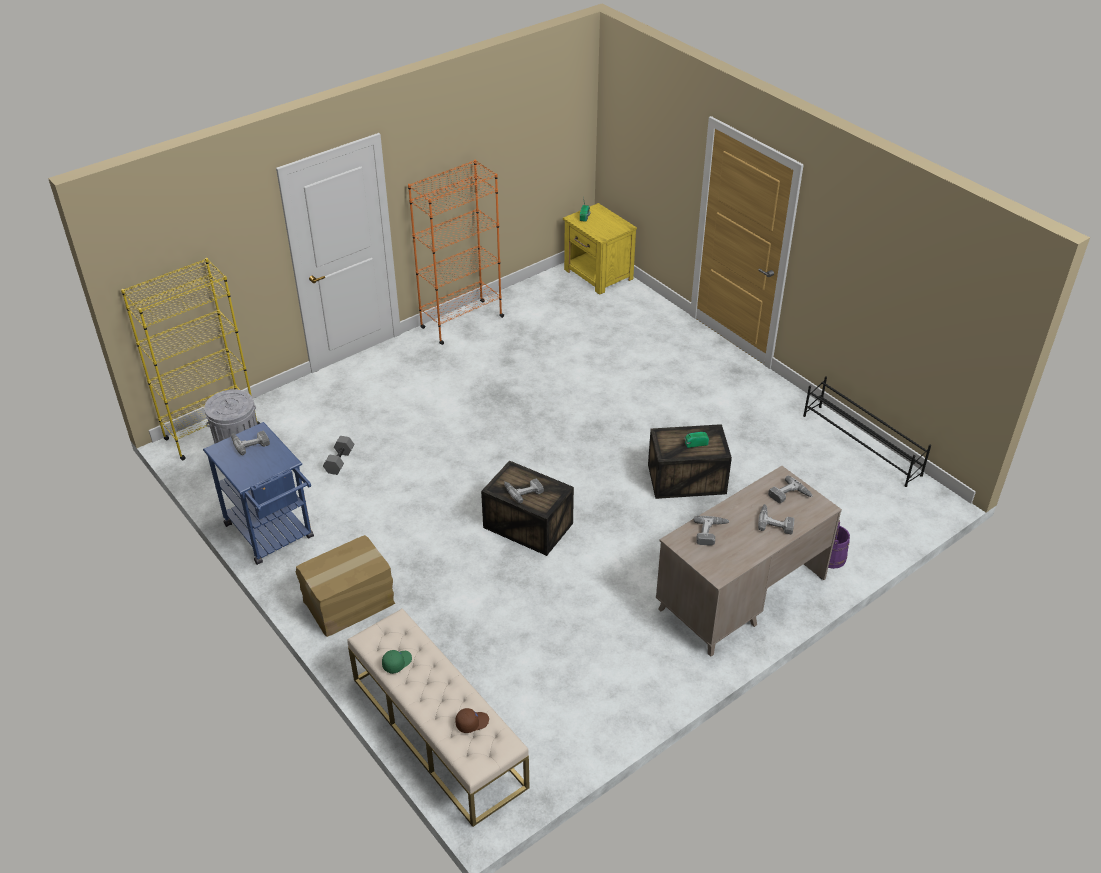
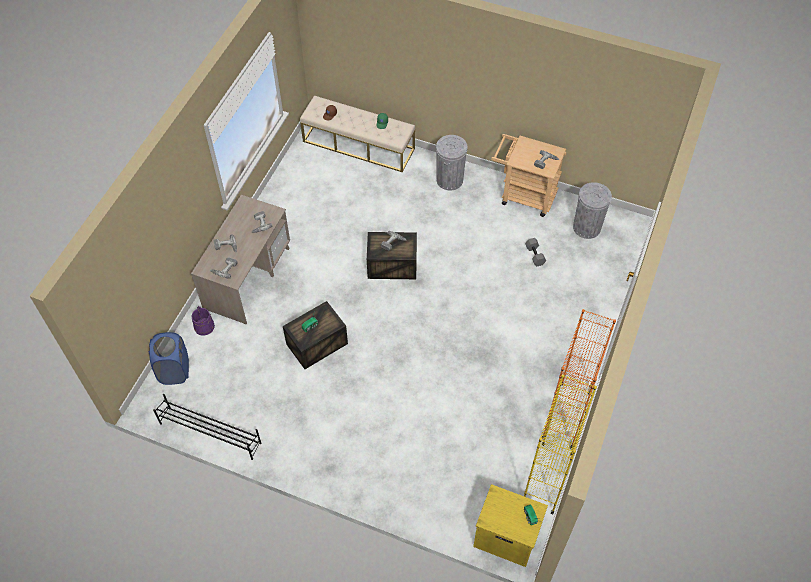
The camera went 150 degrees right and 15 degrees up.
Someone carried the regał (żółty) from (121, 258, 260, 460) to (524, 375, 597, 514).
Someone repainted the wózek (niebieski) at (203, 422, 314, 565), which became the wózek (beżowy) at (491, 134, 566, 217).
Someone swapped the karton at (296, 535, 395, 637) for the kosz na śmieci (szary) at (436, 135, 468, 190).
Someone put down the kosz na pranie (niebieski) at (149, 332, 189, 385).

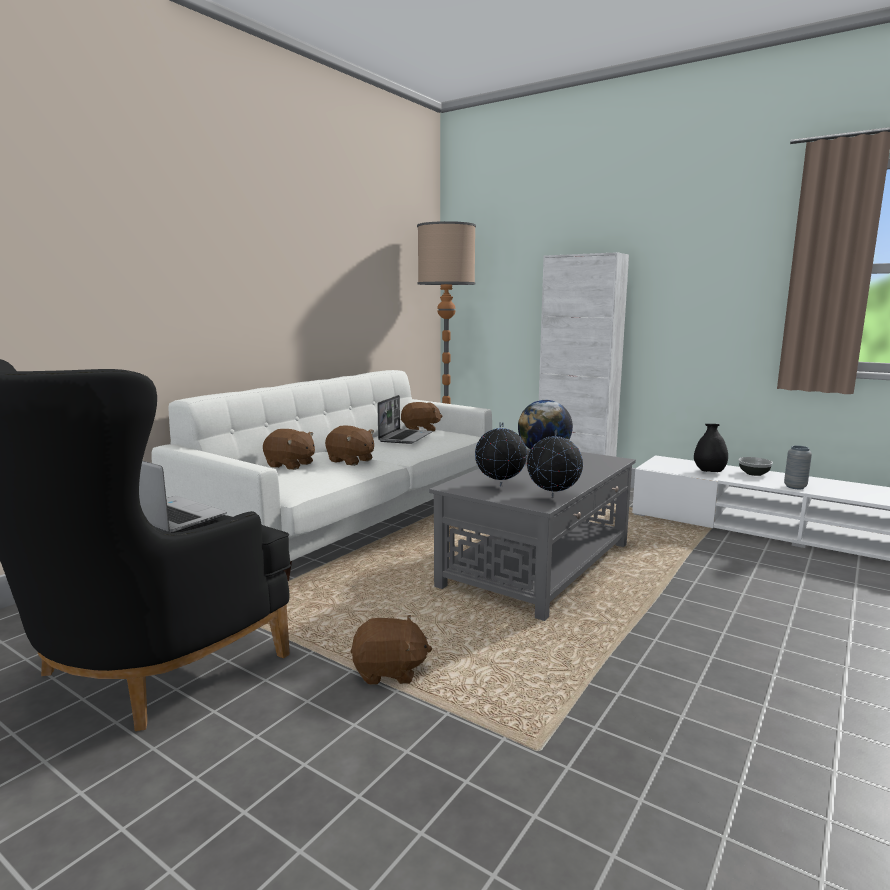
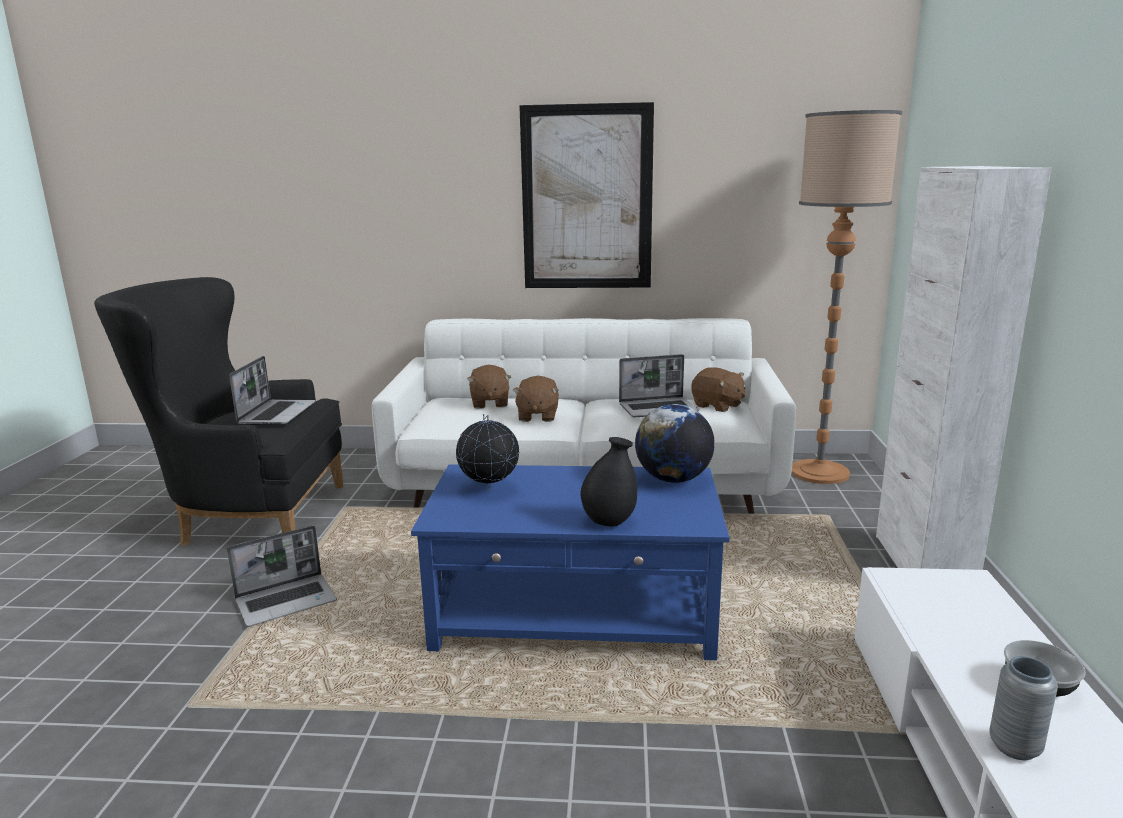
The camera went 60 degrees right and 5 degrees up.
Someone carried the wazon (czarny) from (694, 424, 728, 472) to (580, 437, 637, 526).
Someone took away the globus at (527, 430, 583, 498).
Someone repainted the ława (szary) at (429, 448, 636, 621), which became the ława (niebieski) at (411, 464, 730, 660).
Someone swapped the pluszak (brązowy) at (350, 615, 432, 685) for the laptop at (227, 525, 337, 627).
Someone put up the obraz at (519, 102, 654, 288).

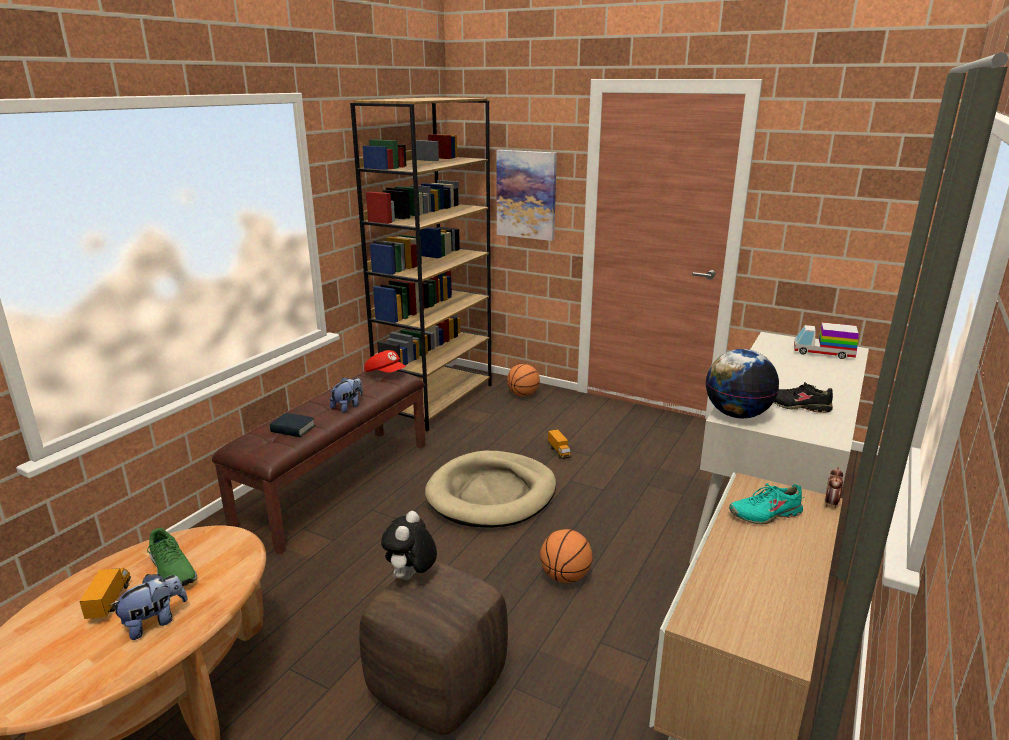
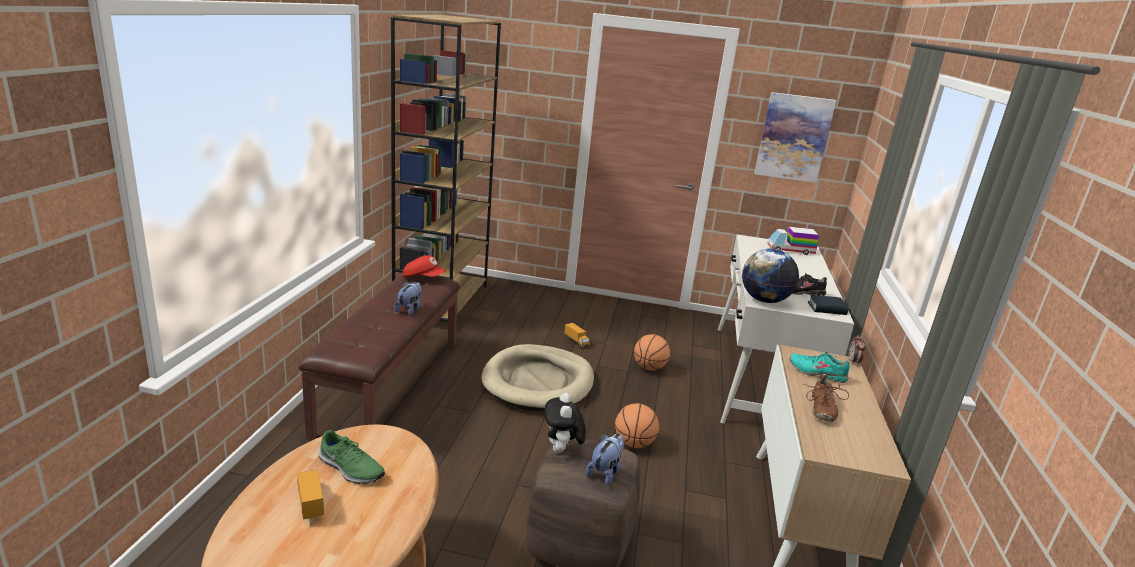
The camera went 20 degrees left and 0 degrees up.
Someone carried the obraz from (496, 150, 557, 241) to (754, 92, 836, 183).
Someone carried the piłka do koszykówki from (507, 364, 540, 396) to (634, 334, 670, 370).
Someone carried the książka from (269, 413, 315, 437) to (808, 295, 849, 315).
Someone rotated the but (turkusowy) at (729, 483, 805, 524) by 60 degrees clockwise.
Someone carried the pluszak from (109, 574, 187, 640) to (586, 433, 624, 485).
Someone put down the but (brązowy) at (803, 374, 849, 422).

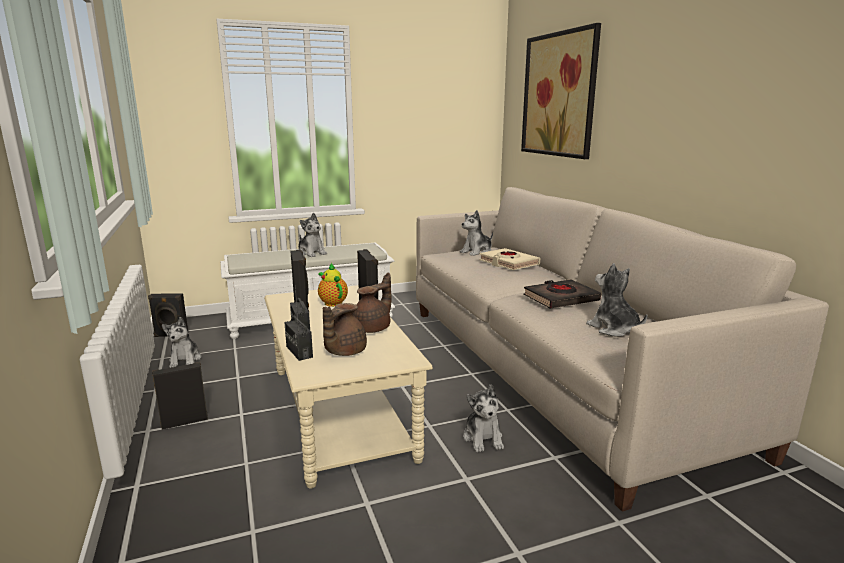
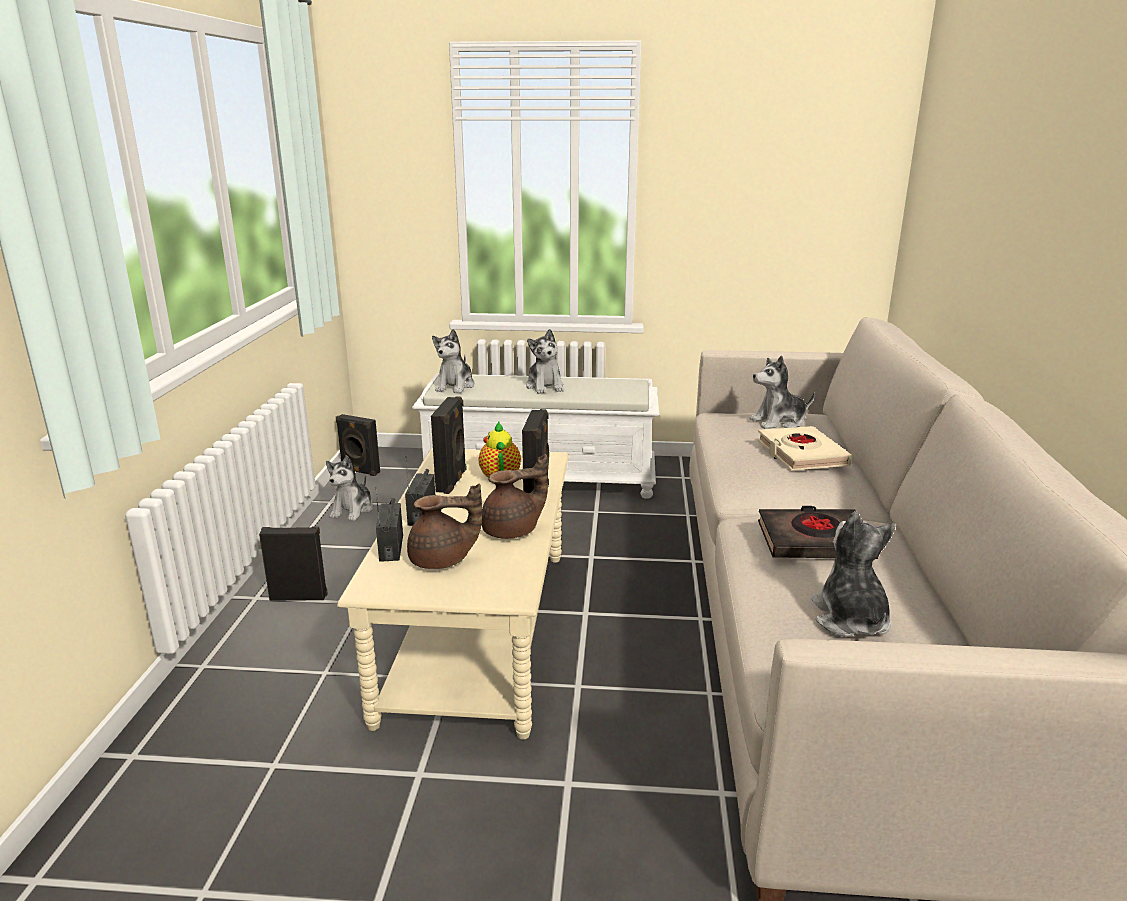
The camera went 25 degrees right and 5 degrees up.
Someone took away the obraz at (521, 23, 601, 159).
Someone rotated the imbryk (brązowy) at (323, 303, 367, 356) by 150 degrees counterclockwise.
Someone carried the pluszak from (463, 385, 504, 452) to (432, 329, 475, 393).

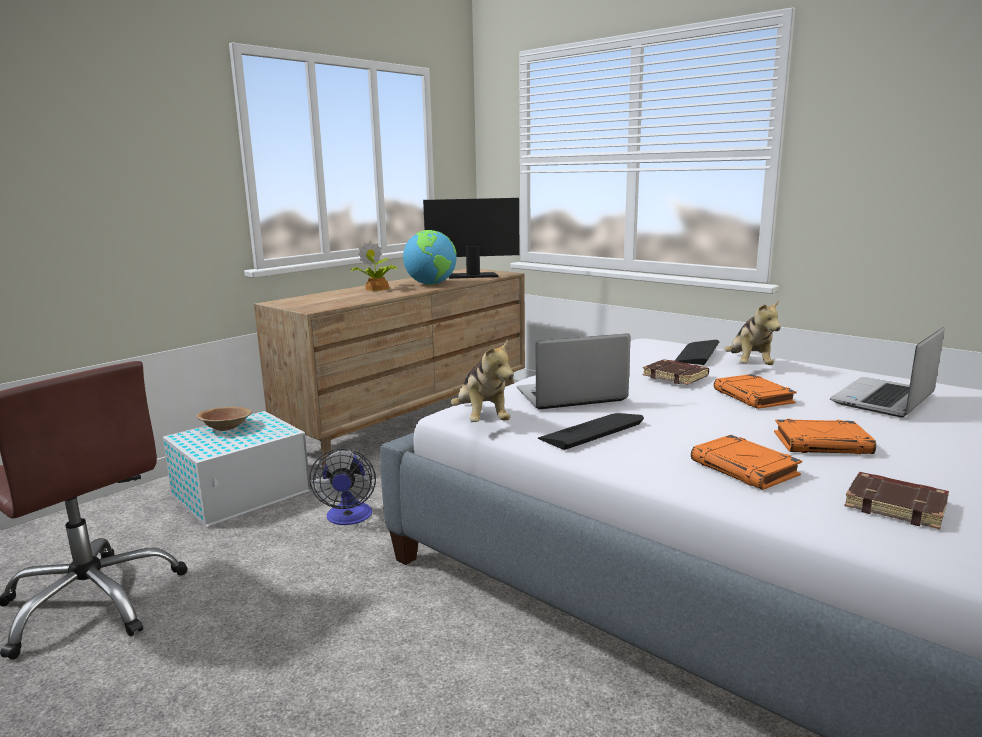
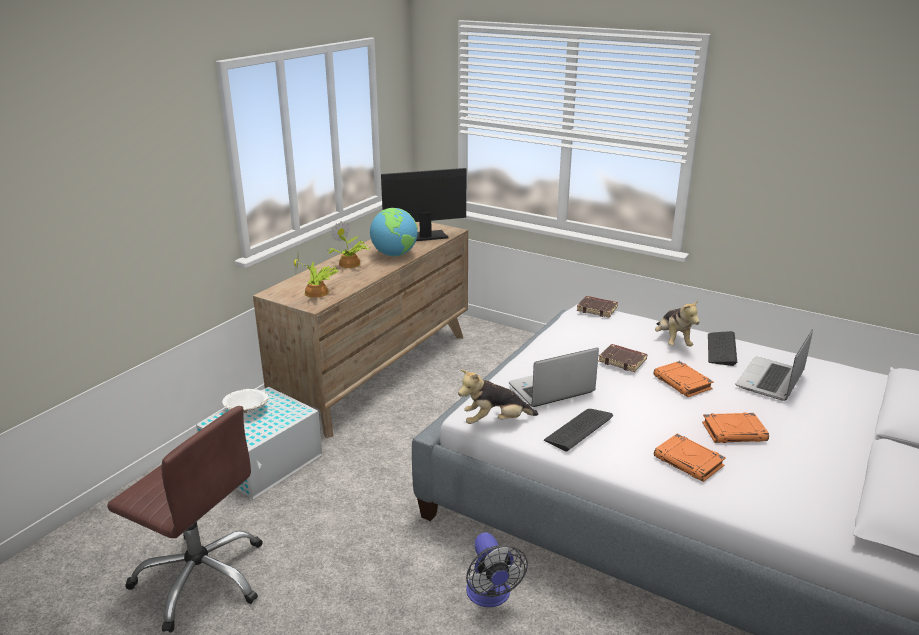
The camera went 10 degrees left and 10 degrees up.
Someone rotated the pluszak at (451, 339, 514, 422) by 105 degrees clockwise.
Someone carried the klawiatura from (675, 340, 719, 365) to (708, 331, 737, 366).
Someone repainted the miska (brązowy) at (196, 406, 252, 431), which became the miska (biały) at (222, 389, 269, 414).
Someone carried the wentylator from (309, 449, 376, 525) to (466, 532, 528, 607).
Someone carried the książka (brązowy) from (844, 472, 949, 529) to (577, 296, 618, 317).
Someone put down the roślina doniczkowa at (294, 253, 338, 298).

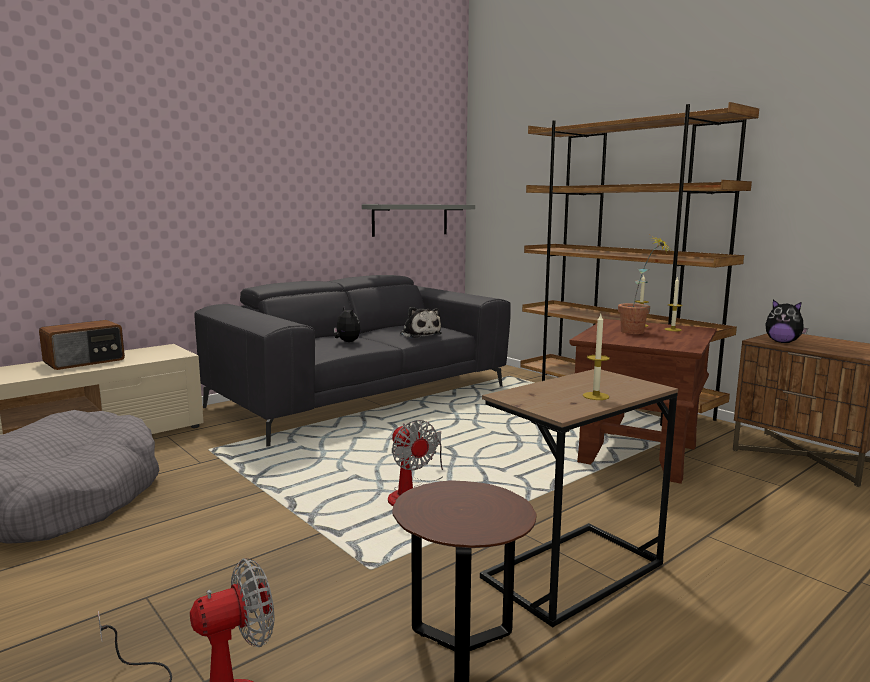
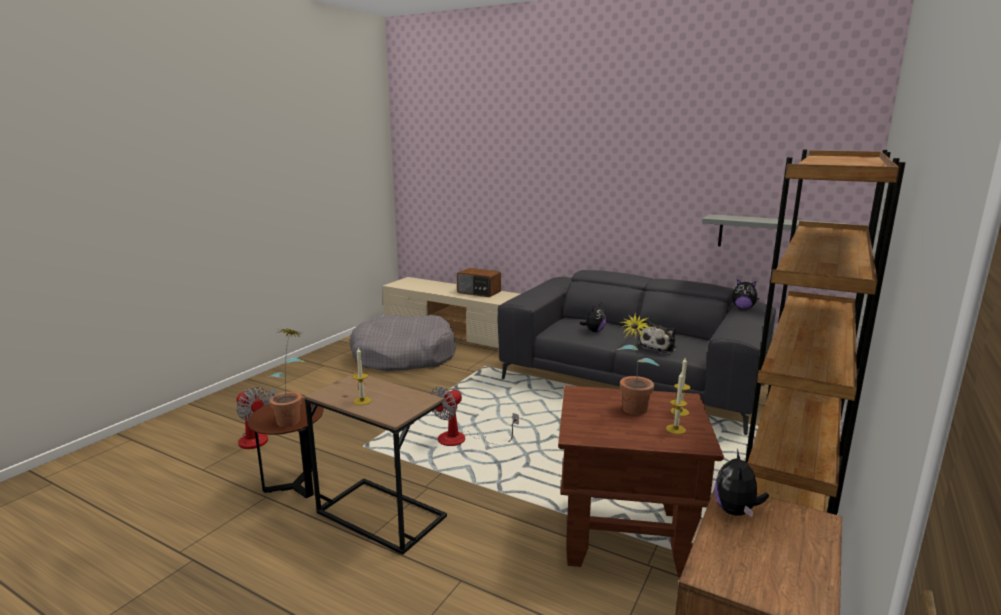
The camera went 70 degrees right and 5 degrees up.
Someone put down the pluszak at (732, 279, 759, 309).
Someone put down the roślina doniczkowa at (267, 329, 305, 427).

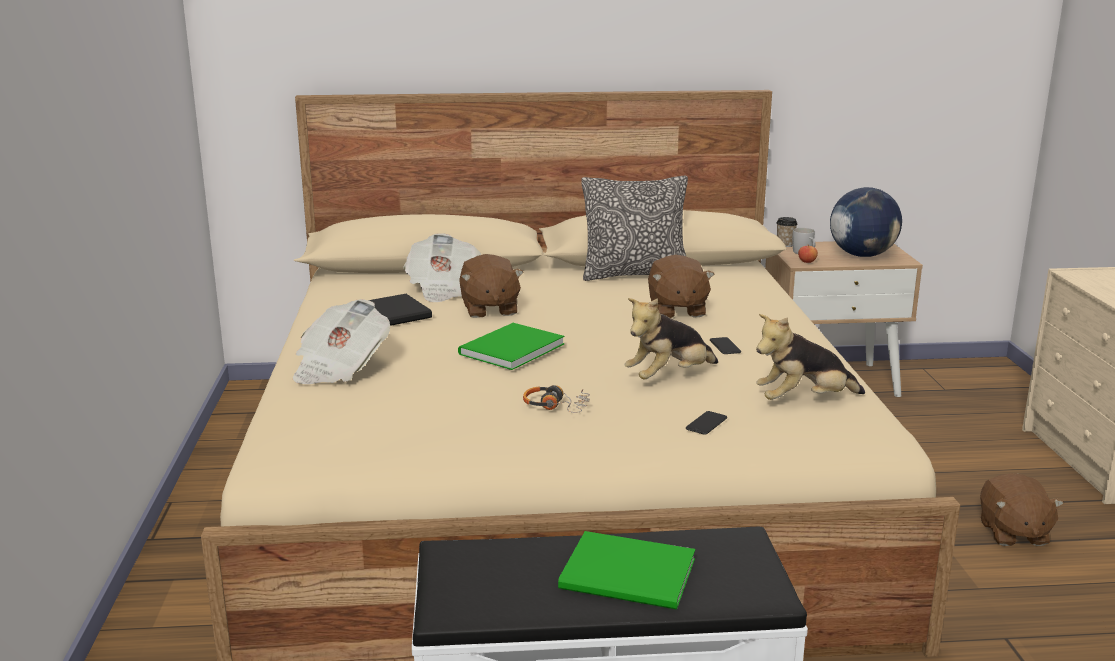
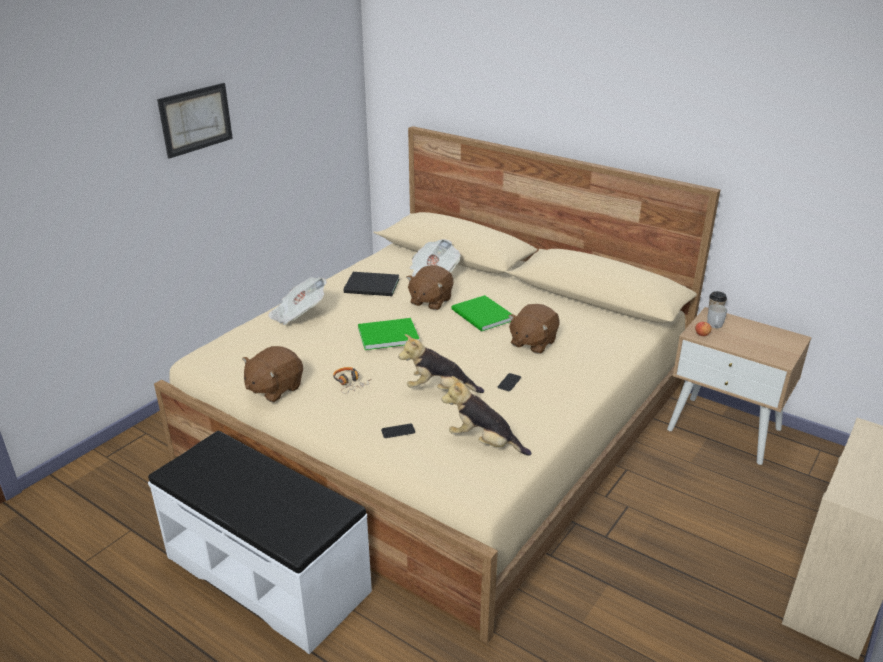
The camera went 40 degrees right and 10 degrees up.
Someone took away the poduszka at (581, 176, 688, 281).
Someone took away the globus at (830, 187, 902, 257).
Someone carried the pluszak (brązowy) from (980, 473, 1064, 546) to (242, 346, 303, 402).
Someone carried the książka (zielony) from (558, 531, 695, 610) to (452, 295, 512, 332).
Someone put up the obraz at (157, 83, 233, 159).

